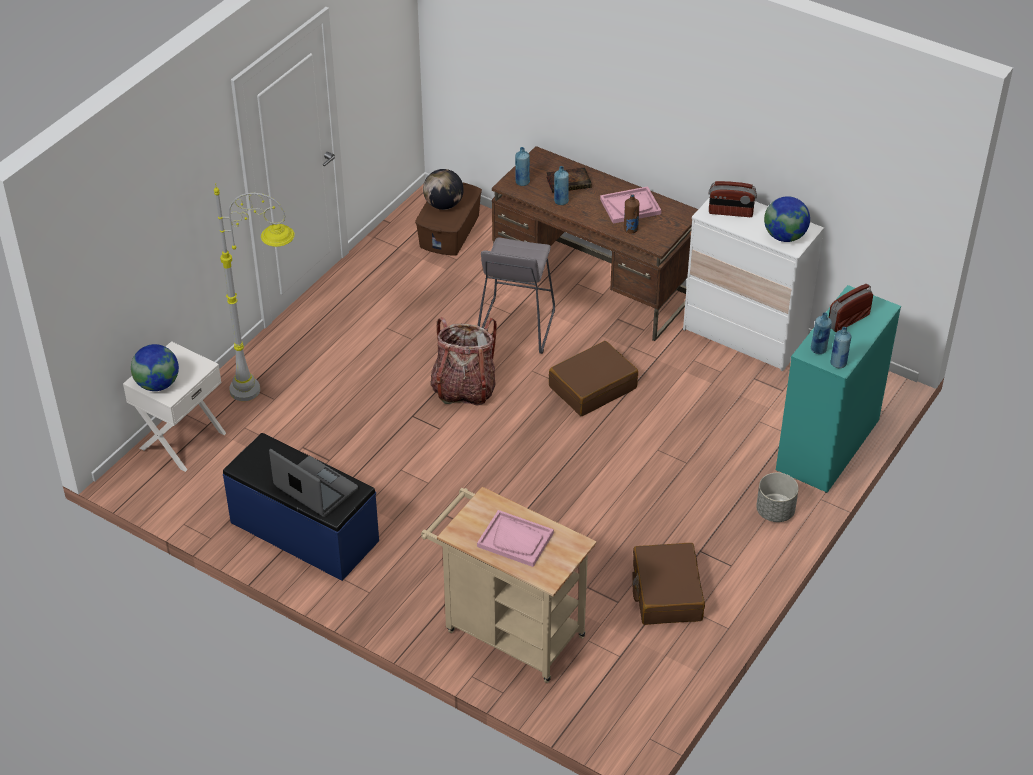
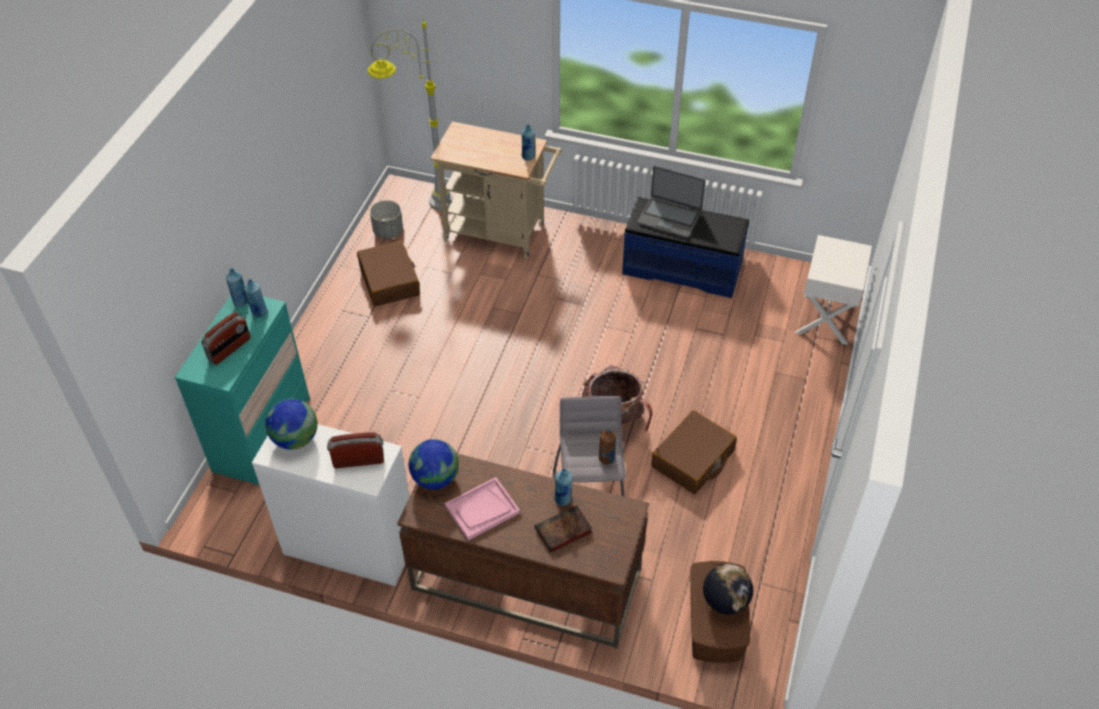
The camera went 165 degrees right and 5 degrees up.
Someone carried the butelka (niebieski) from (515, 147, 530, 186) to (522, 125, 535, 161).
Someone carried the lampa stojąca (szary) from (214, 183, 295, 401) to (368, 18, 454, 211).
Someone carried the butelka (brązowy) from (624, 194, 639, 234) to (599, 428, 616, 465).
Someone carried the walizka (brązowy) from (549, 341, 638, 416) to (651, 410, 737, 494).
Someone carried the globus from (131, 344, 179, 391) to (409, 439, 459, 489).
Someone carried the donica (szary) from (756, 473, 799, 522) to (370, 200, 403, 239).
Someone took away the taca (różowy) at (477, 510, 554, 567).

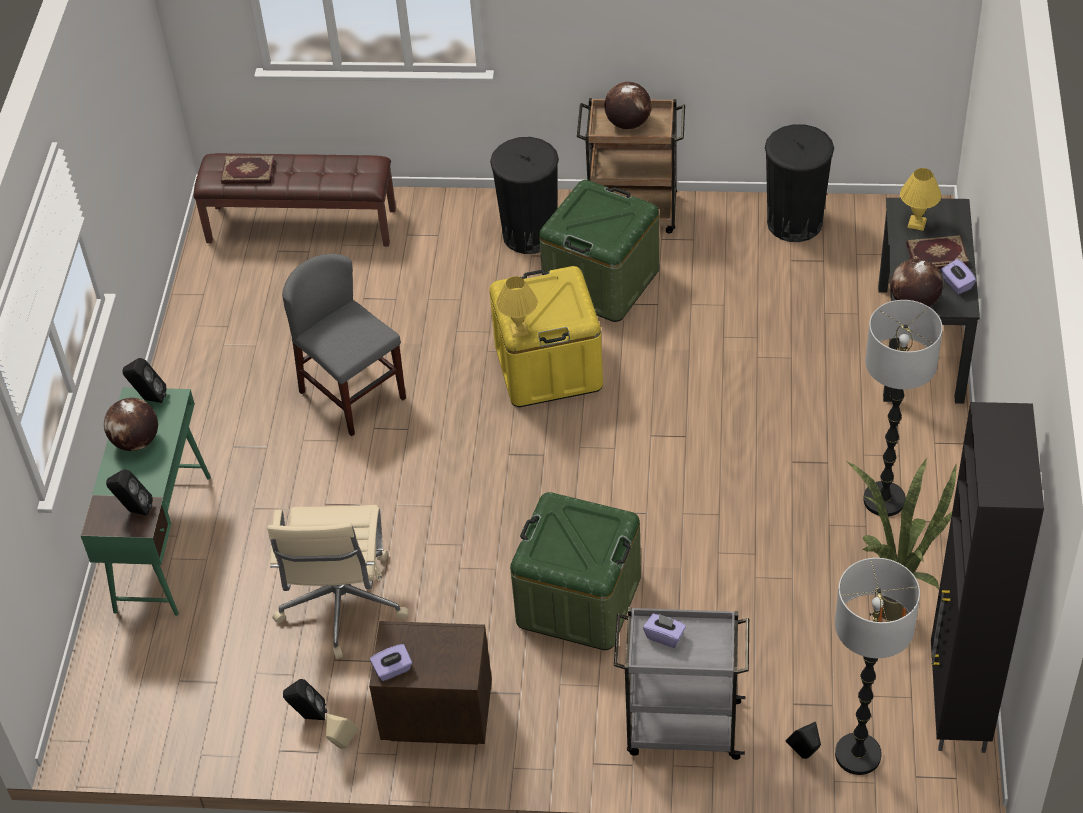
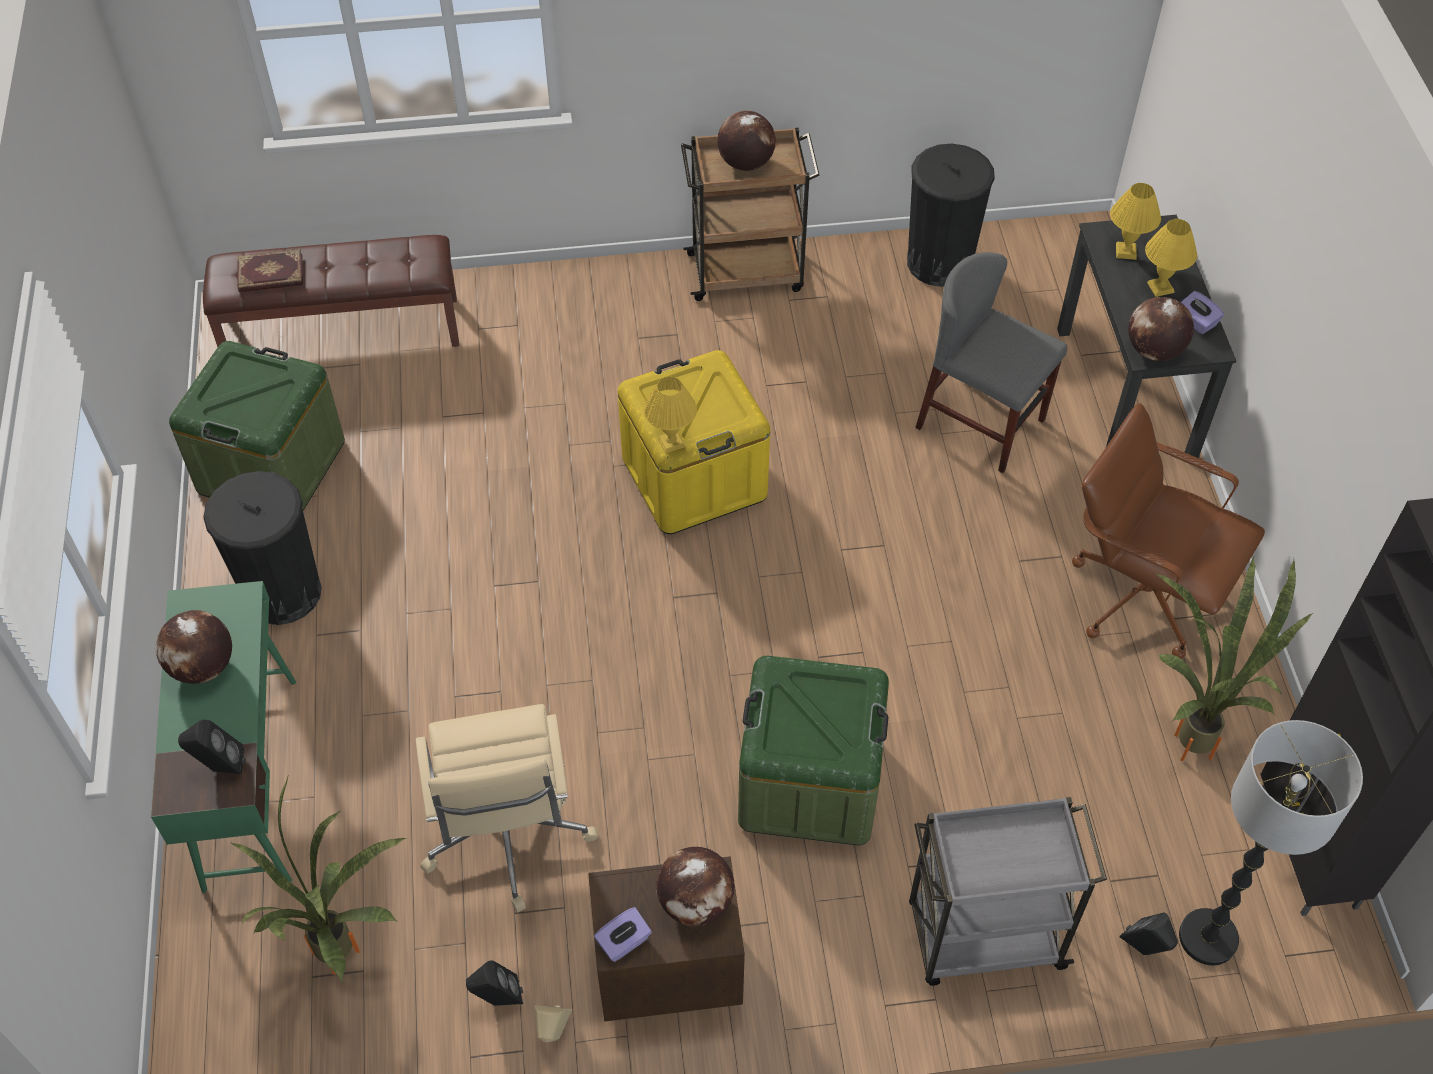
The camera went 15 degrees left and 5 degrees up.
Someone carried the kosz na śmieci (czarny) from (490, 137, 559, 254) to (203, 471, 322, 625).
Someone carried the pojemnik do przechowywania (zielony) from (539, 180, 659, 322) to (169, 341, 345, 511).
Someone swapped the książka at (906, 235, 969, 269) for the lampa stołowa (żółty) at (1145, 219, 1197, 297).
Someone carried the krzesło (szary) from (282, 254, 406, 436) to (915, 252, 1067, 473).
Someone swapped the lampa stojąca at (863, 300, 943, 516) for the krzesło biurowe (brązowy) at (1072, 403, 1265, 659).
Someone took away the głośnik (czarny) at (122, 358, 167, 403).
Someone took away the pudełko chusteczek (fioletowy) at (643, 614, 686, 648).
Someone put down the roślina doniczkowa at (232, 777, 406, 983).
Someone put down the globus at (656, 847, 735, 926).

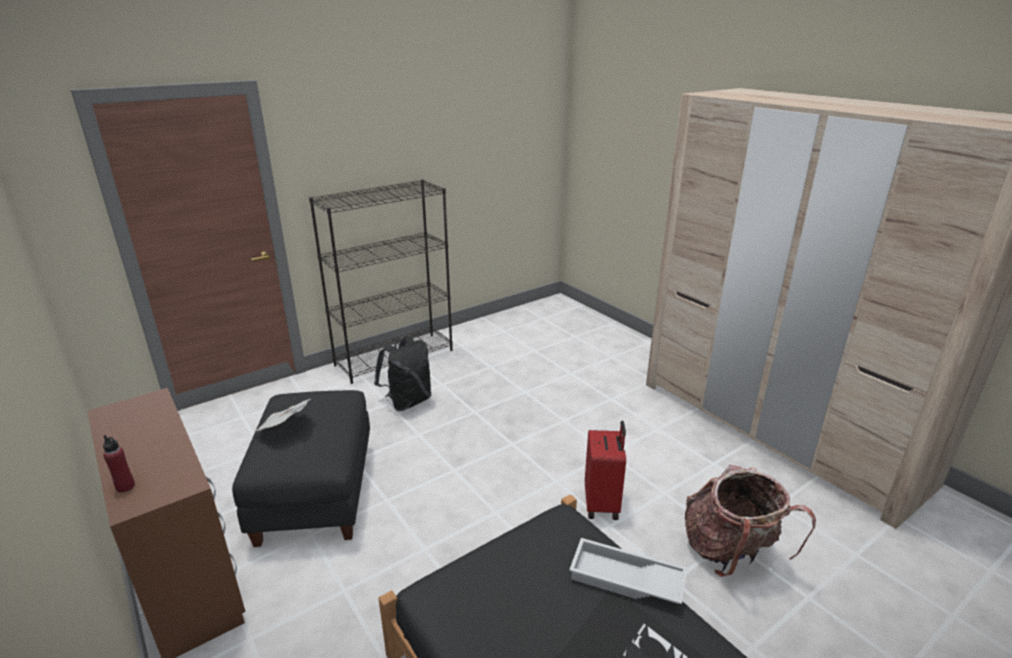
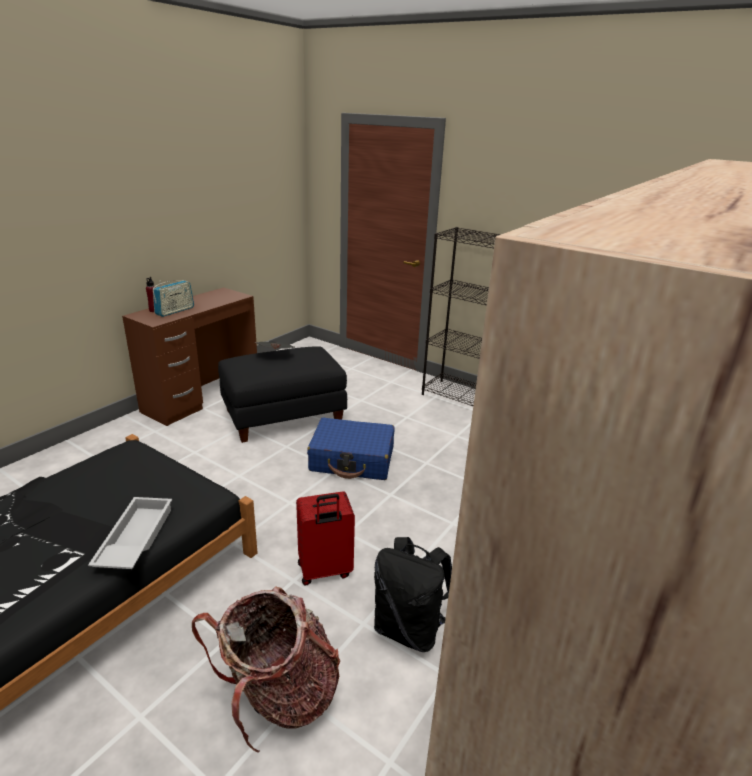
The camera went 70 degrees right and 0 degrees up.
Someone carried the plecak (czarny) from (374, 337, 432, 411) to (374, 537, 452, 652).
Someone put down the radio at (153, 280, 194, 317).
Someone put down the walizka (niebieski) at (307, 417, 395, 480).

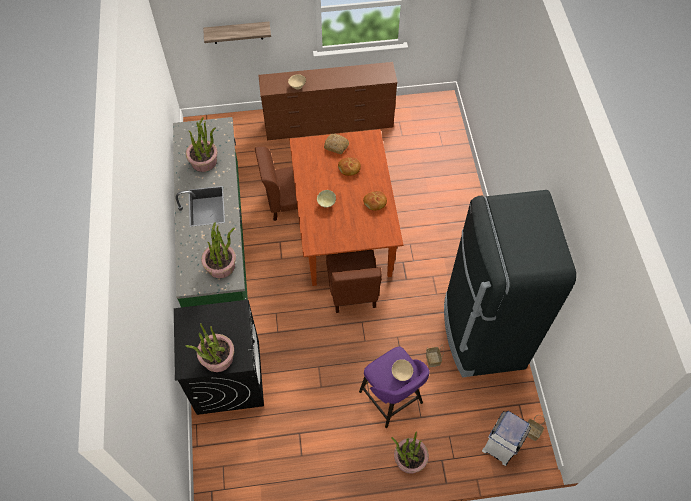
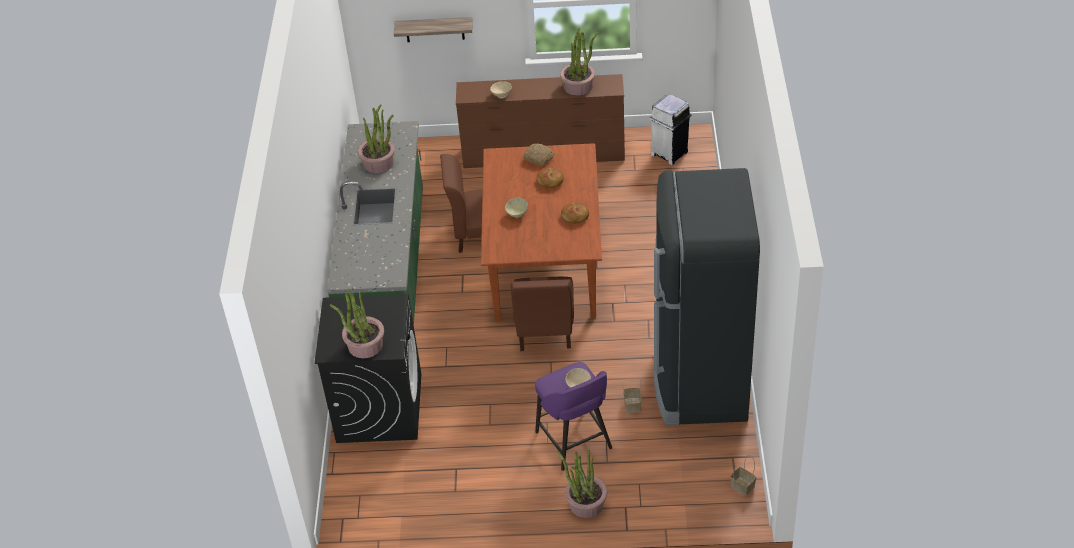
The camera went 10 degrees right and 15 degrees down.
Someone carried the roślina doniczkowa from (201, 222, 236, 278) to (560, 28, 599, 96).
Someone carried the kosz na śmieci (biały) from (482, 411, 531, 466) to (650, 94, 691, 165).

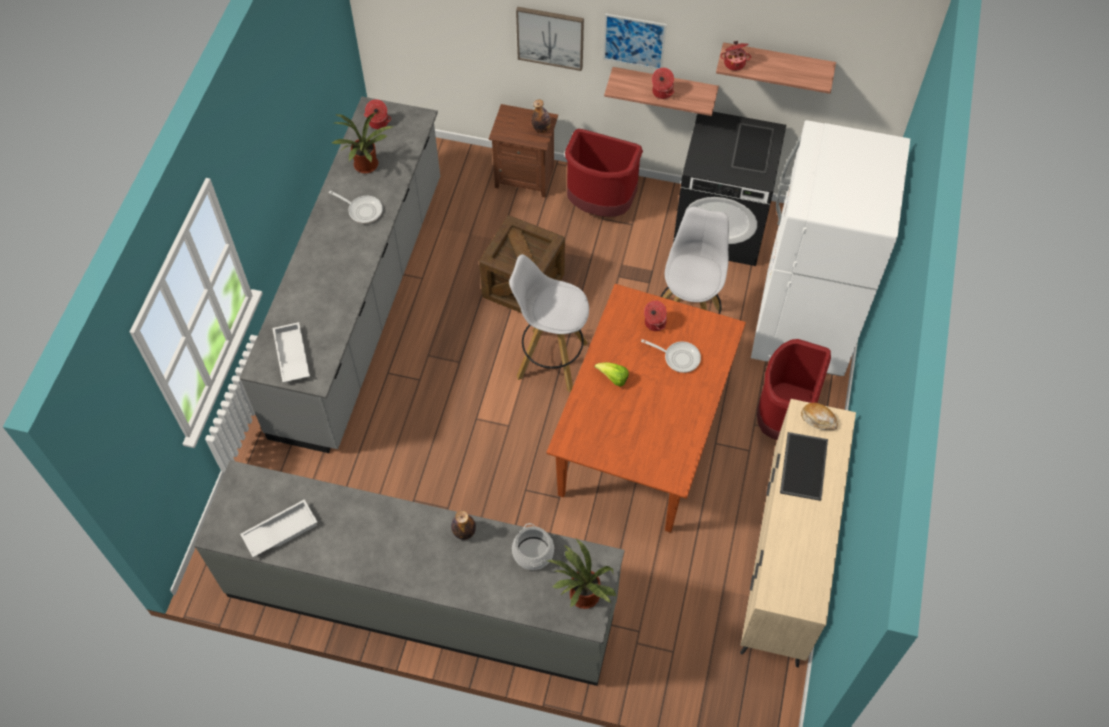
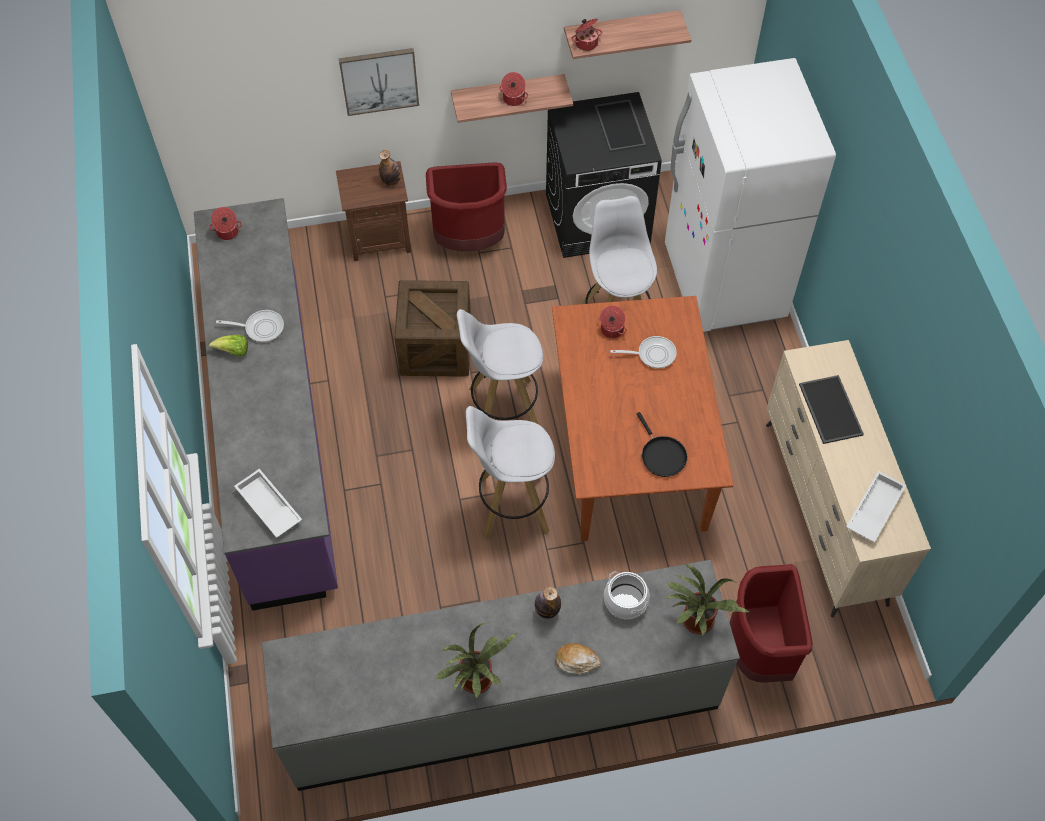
The camera went 25 degrees left and 0 degrees up.
Someone took away the obraz at (603, 13, 667, 69).
Someone repainted the zabudowa kuchenna (szary) at (240, 97, 440, 453), which became the zabudowa kuchenna (fioletowy) at (194, 198, 338, 611).
Someone carried the roślina doniczkowa from (332, 112, 394, 174) to (435, 622, 519, 699).
Someone carried the kosz na śmieci (czerwony) from (757, 339, 831, 440) to (730, 564, 813, 683).
Someone carried the sałata from (595, 362, 629, 387) to (209, 335, 248, 356).
Someone carried the chleb from (801, 403, 838, 430) to (556, 643, 601, 674).
Someone carried the taca (biały) from (240, 499, 317, 557) to (846, 471, 906, 543).
Someone put down the stołek (biały) at (466, 406, 555, 539).
Someone put down the patelnia (czarny) at (637, 412, 688, 477).

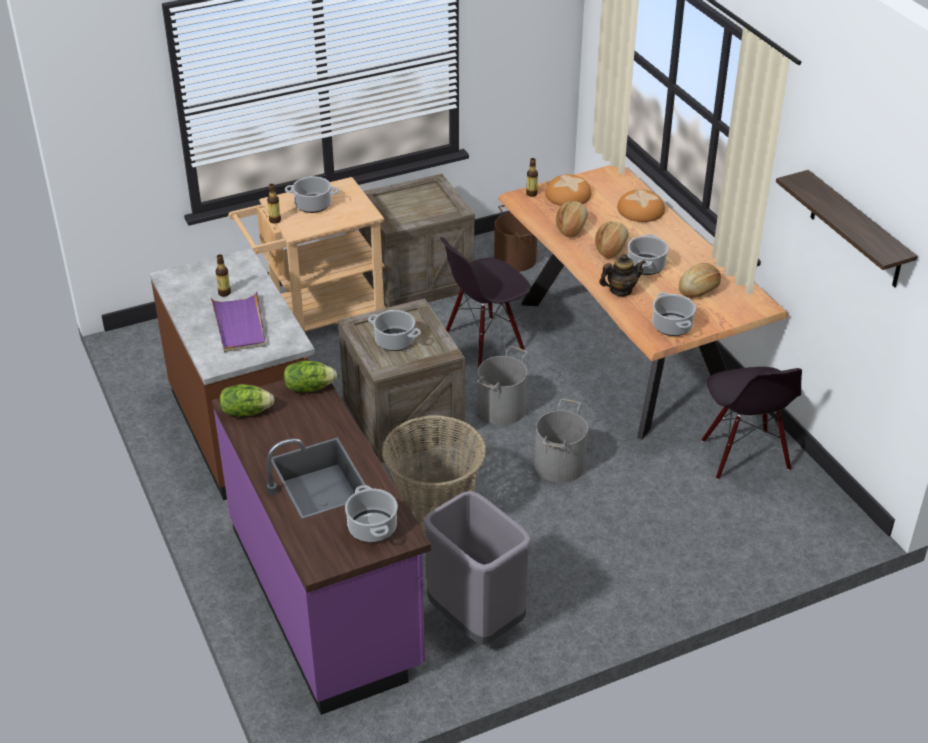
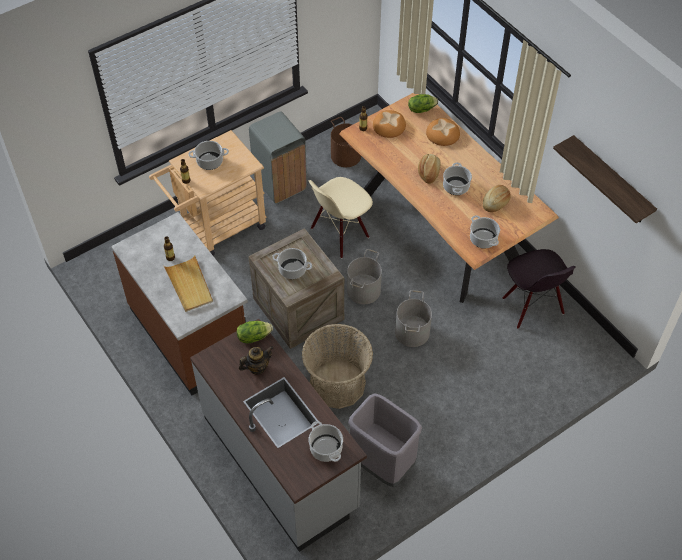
The camera went 10 degrees left and 15 degrees up.
Someone swapped the skrzynka at (359, 174, 475, 308) for the kosz na śmieci (szary) at (249, 111, 307, 204).
Someone took away the chleb at (556, 201, 588, 238).
Someone repainted the krzesło (czarny) at (440, 237, 531, 368), which became the krzesło (beżowy) at (308, 177, 373, 258).
Someone carried the imbryk from (599, 254, 646, 296) to (239, 346, 273, 375).
Someone repainted the taca (fioletowy) at (211, 292, 266, 352), which became the taca (beżowy) at (164, 255, 213, 312).
Someone repainted the zabudowa kuchenna (fioletowy) at (212, 380, 431, 715), which became the zabudowa kuchenna (szary) at (190, 319, 367, 552).
Someone carried the sałata from (220, 384, 275, 416) to (408, 94, 438, 113).

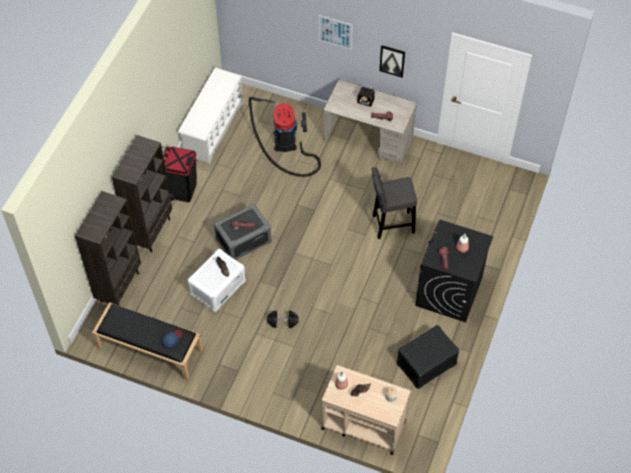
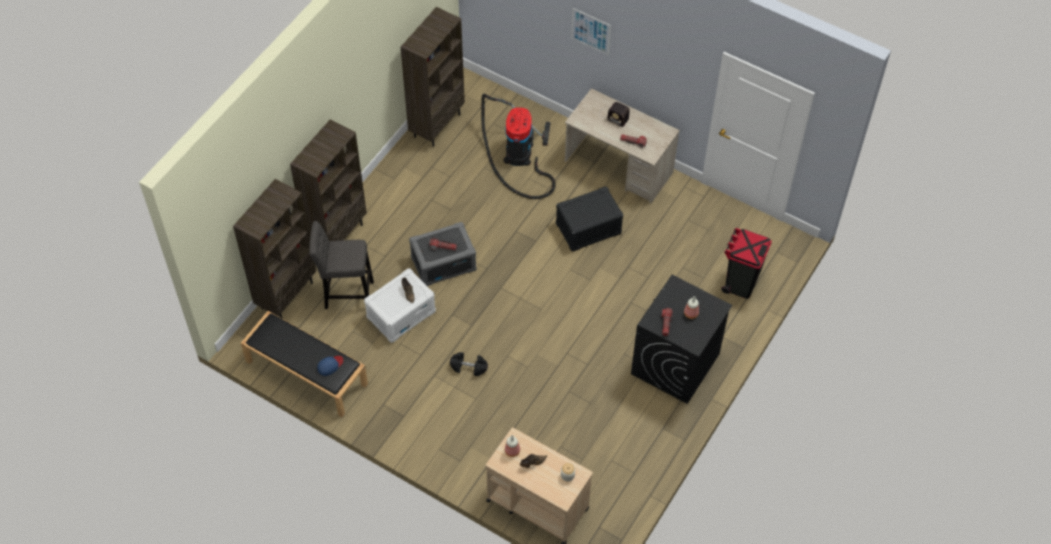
The camera went 10 degrees right and 0 degrees up.
Someone took away the obraz at (379, 45, 405, 77).
Someone swapped the regał na buty (biały) at (178, 68, 243, 164) for the regał (brązowy) at (401, 7, 465, 147).
Someone carried the kosz na śmieci (czarny) from (163, 146, 197, 202) to (721, 228, 772, 299).
Someone carried the stołek (szary) from (372, 167, 417, 239) to (309, 221, 374, 309).
Someone carried the pojemnik do przechowywania (czarny) from (397, 325, 459, 389) to (556, 186, 624, 251).

